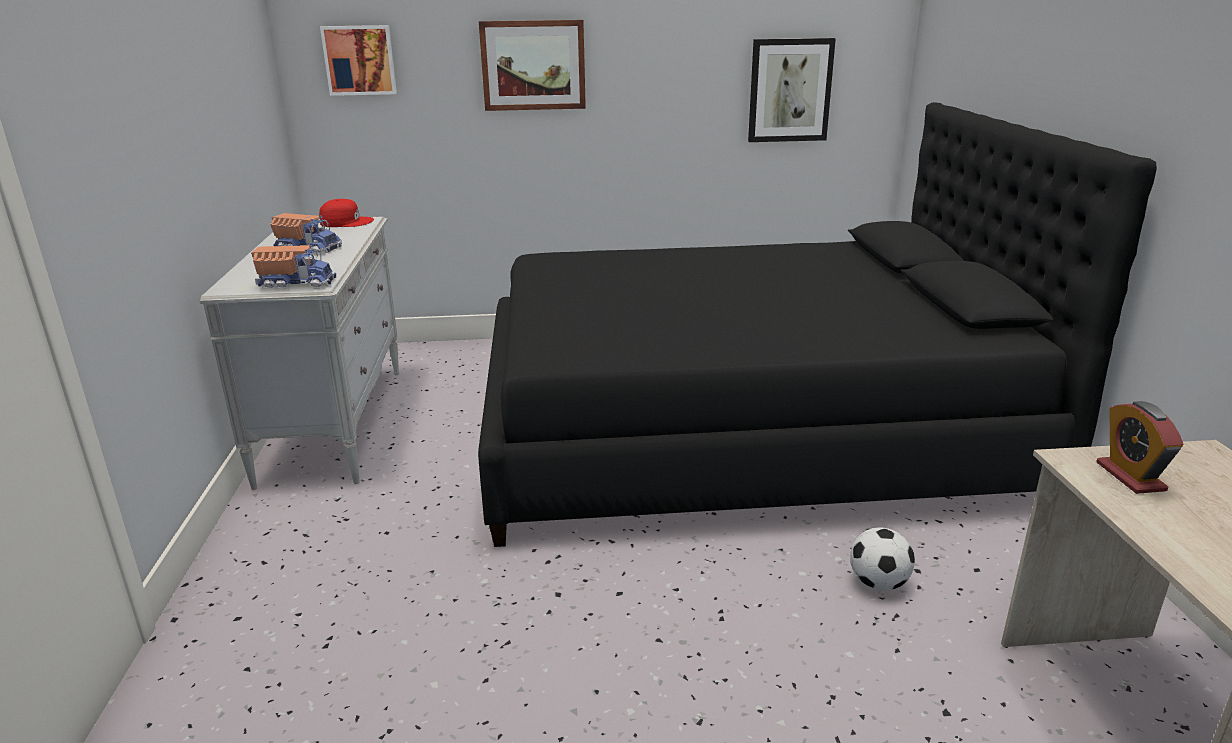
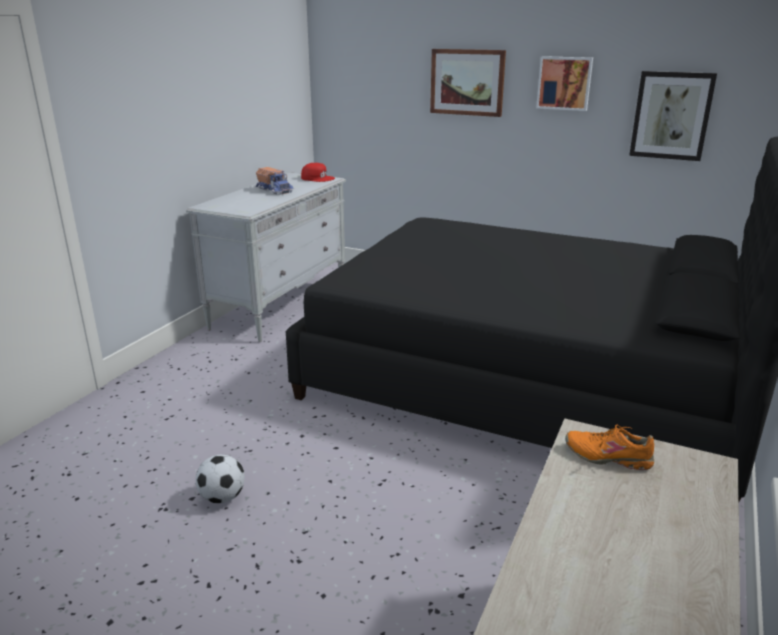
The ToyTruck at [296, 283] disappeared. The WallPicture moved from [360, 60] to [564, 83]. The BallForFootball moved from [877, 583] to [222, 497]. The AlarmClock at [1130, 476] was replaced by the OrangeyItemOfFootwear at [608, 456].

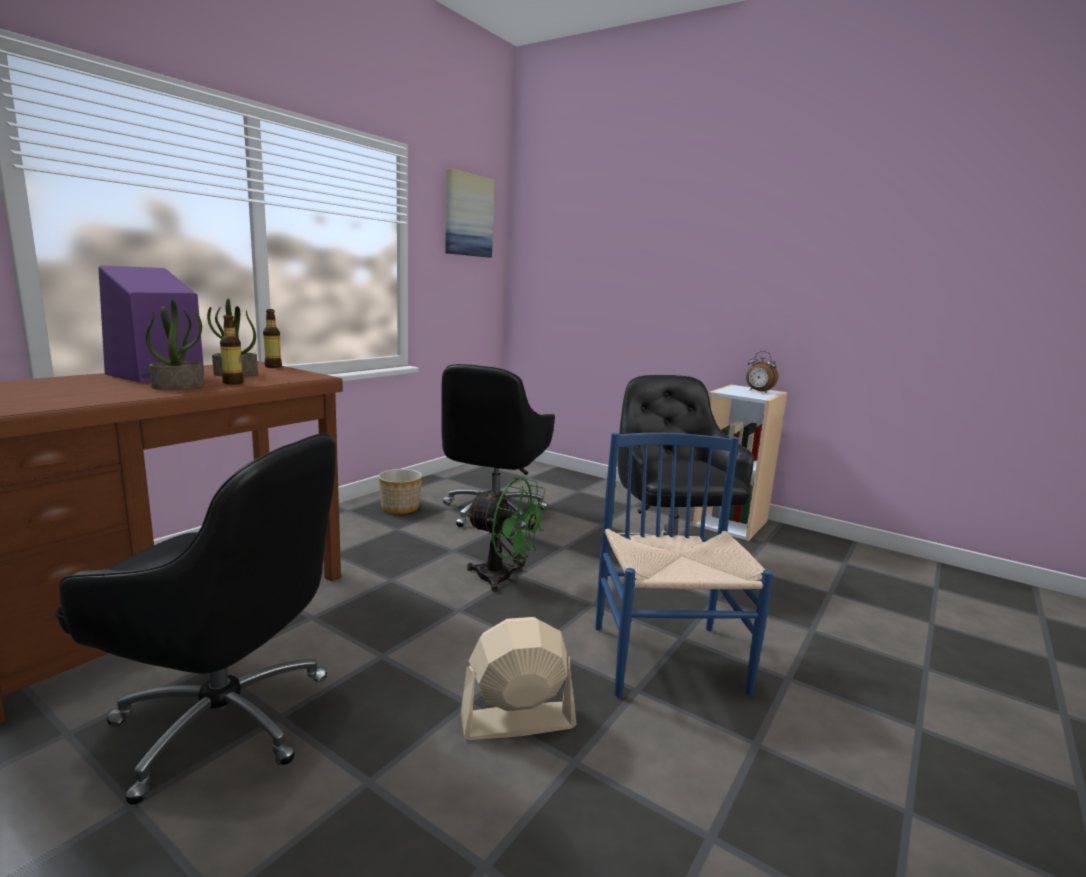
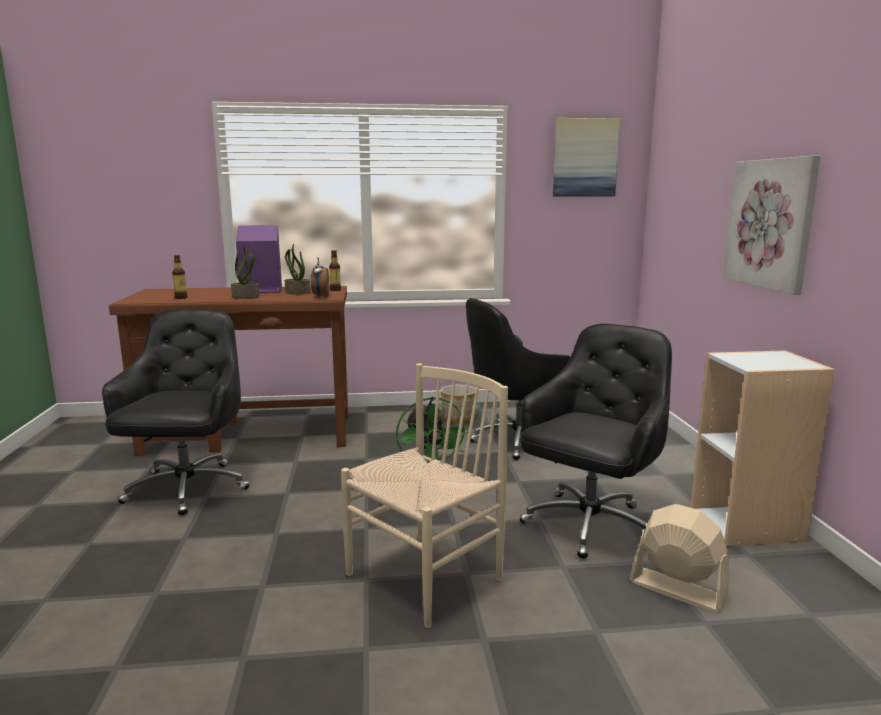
The BlackDeskChair at [222, 721] turned 150 degrees counterclockwise. The DrinkBottle moved from [233, 383] to [181, 298]. The BeigeFan moved from [517, 721] to [677, 589]. The BlueColouredPlainChair at [666, 655] became the BeigePlainChair at [429, 575]. The AlarmClock moved from [758, 391] to [320, 296]. The WallPicture at [770, 223] appeared.

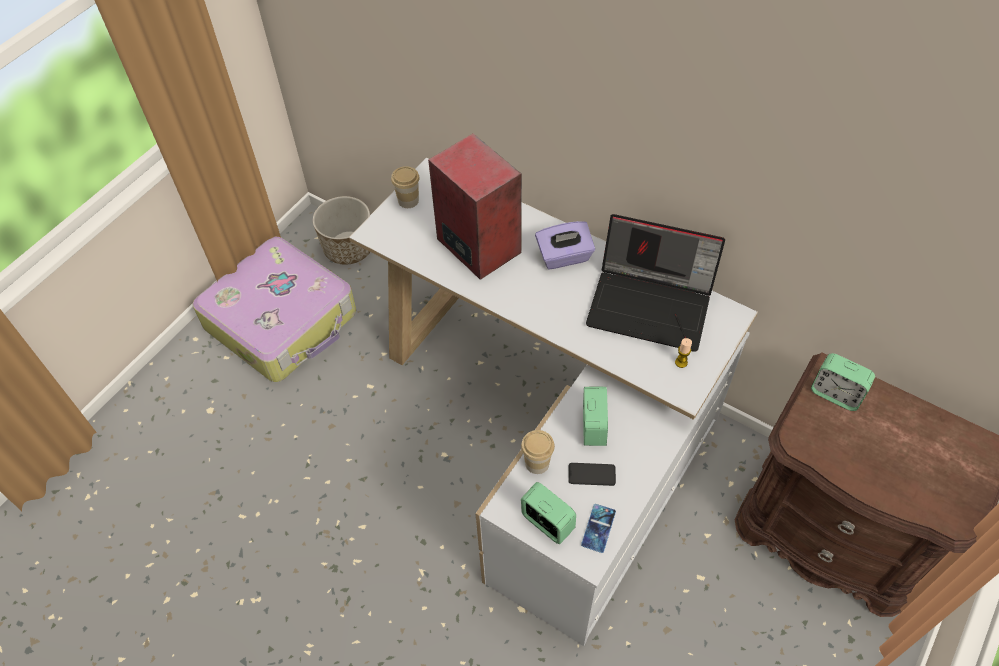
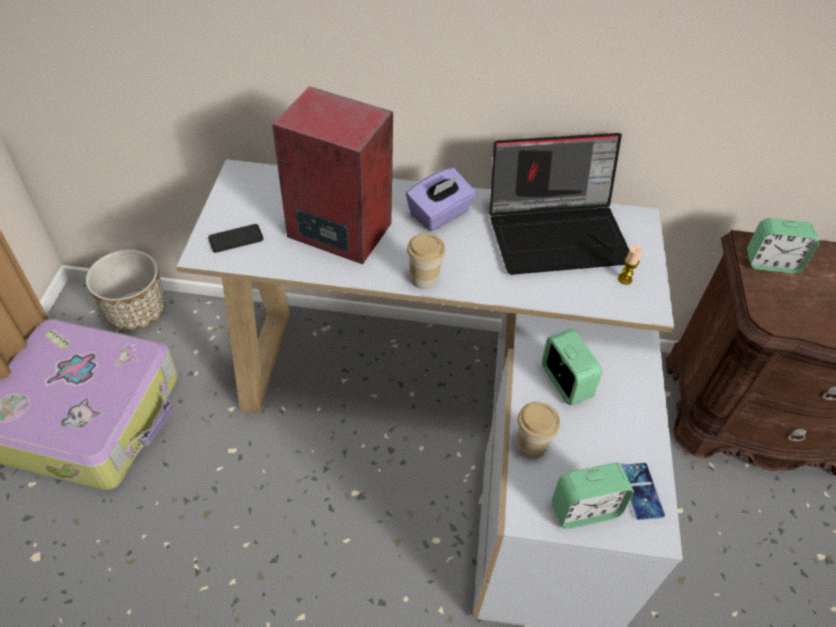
The Cup moved from [408, 200] to [424, 279]. The AlarmClock at [547, 523] turned 150 degrees clockwise. The Telephone moved from [591, 474] to [236, 239].

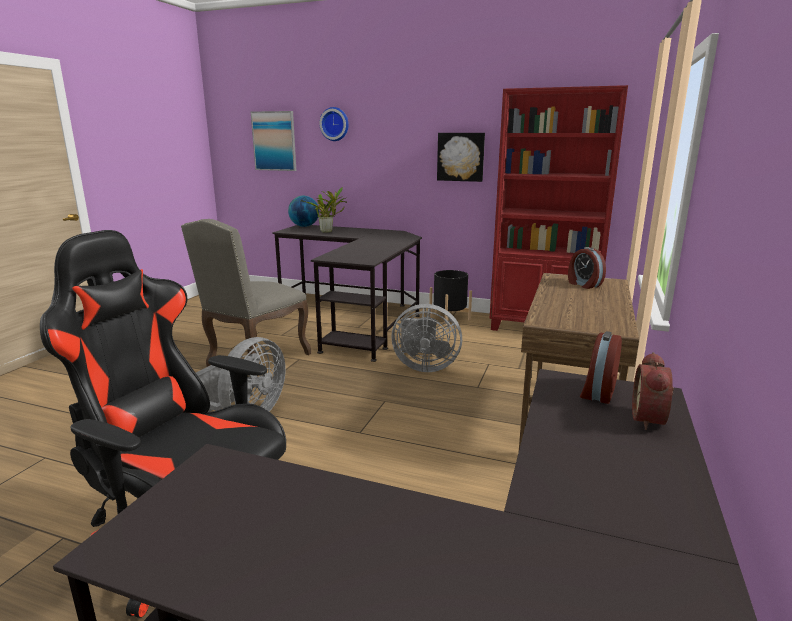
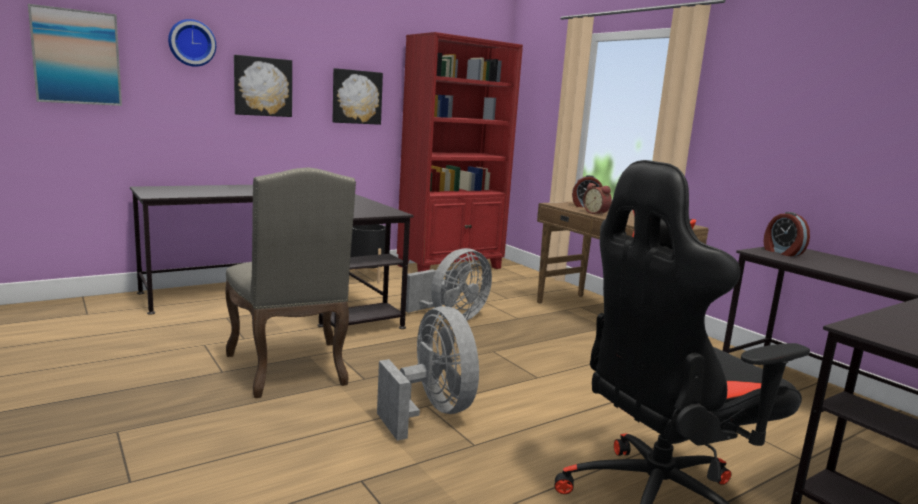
The WorldGlobe at [304, 226] disappeared. The PlantInAPot at [328, 231] disappeared. The AlarmClock moved from [651, 419] to [596, 213]. The WallPicture at [262, 86] appeared.

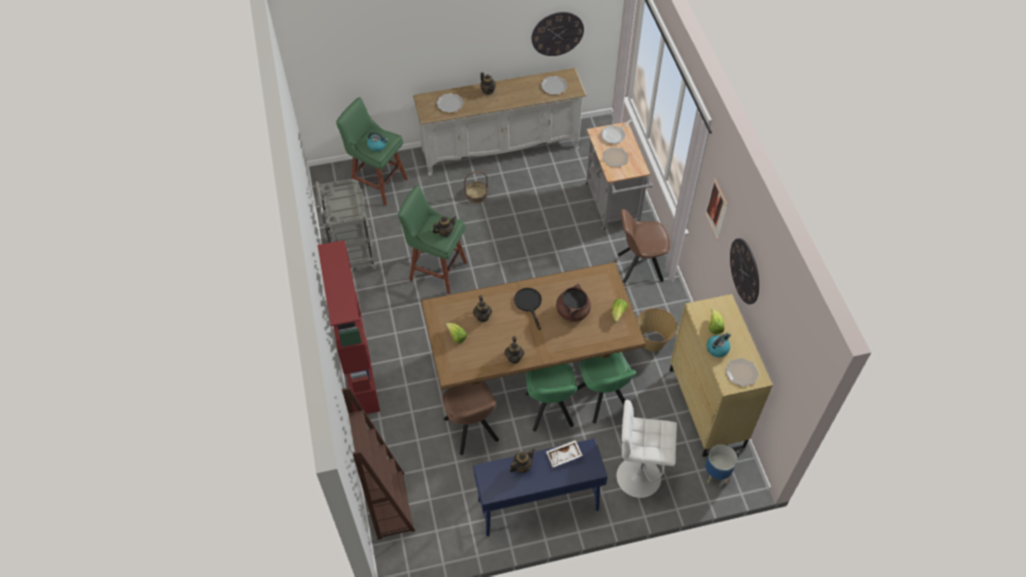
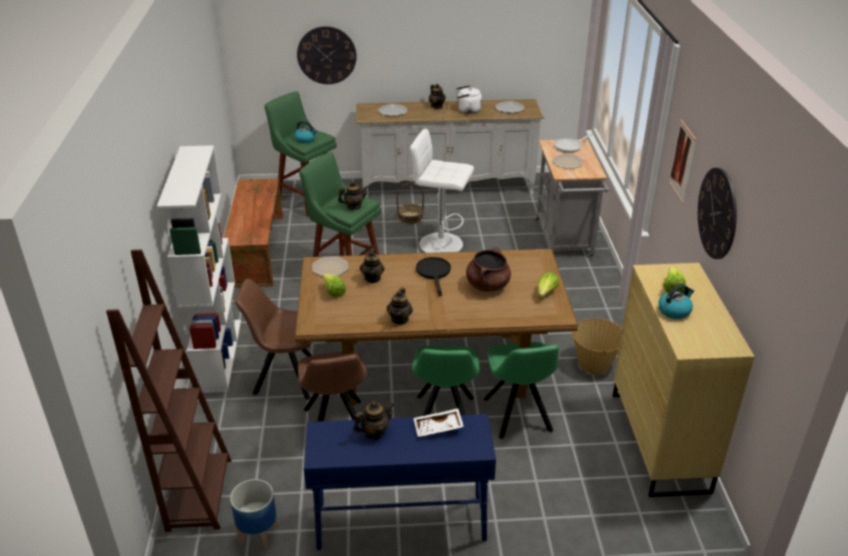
The GreyishCart at [352, 253] was replaced by the BrownishBench at [256, 249]. The RedColouredShelvingUnit at [360, 375] became the WhiteShelvingUnit at [218, 355]. The WallClock moved from [557, 33] to [326, 55]. The WhiteSittingStool moved from [638, 476] to [440, 244]. The BrownishPlainChair moved from [639, 267] to [286, 379]. The PlantPot moved from [716, 474] to [257, 534]. The DinnerPlate moved from [741, 372] to [330, 267]. The WhiteTeaKettle at [467, 110] appeared.

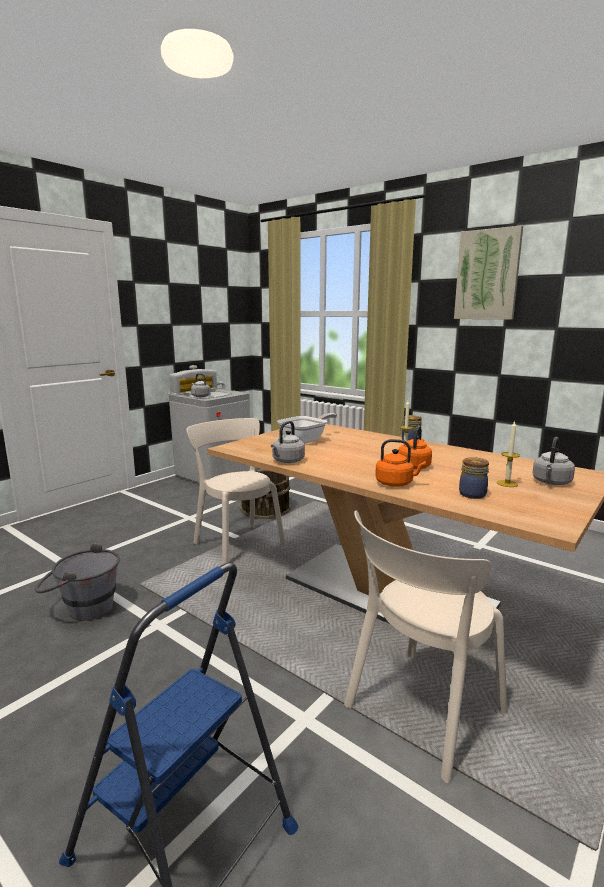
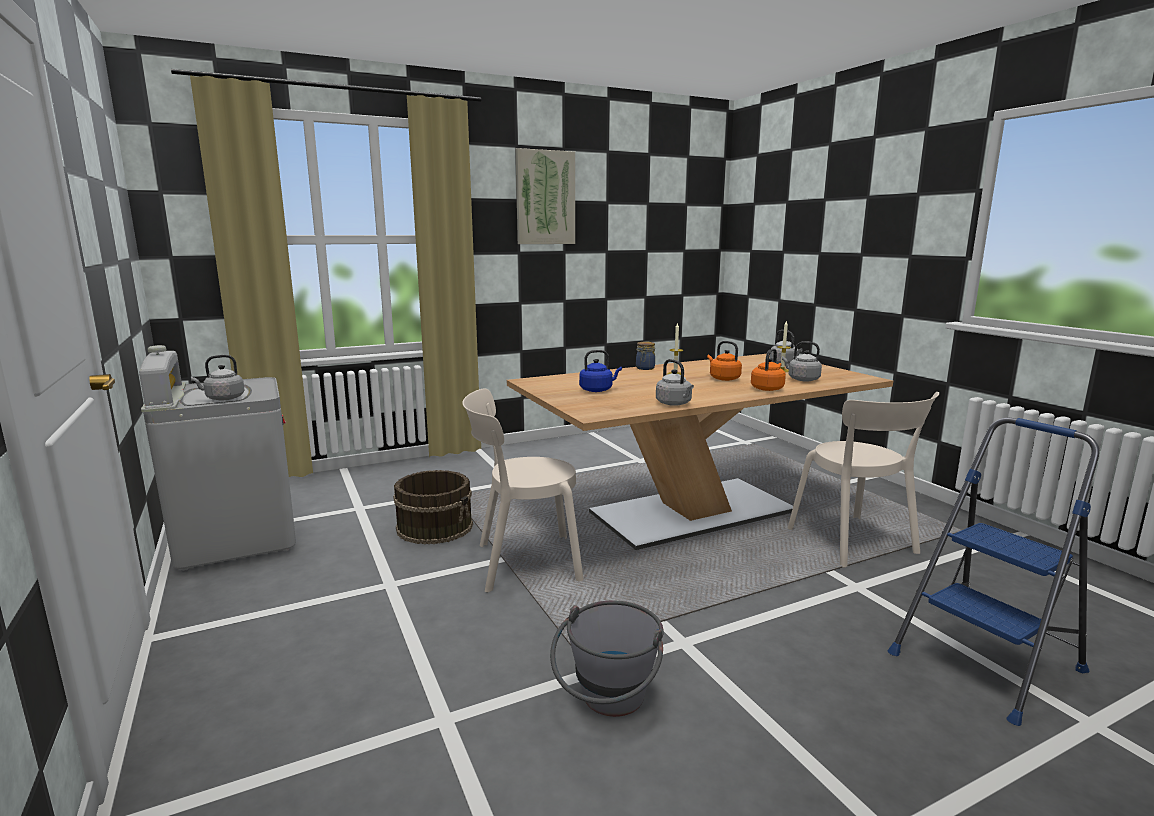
The Skillet at [306, 440] was replaced by the BlueColouredTeaKettle at [598, 390]. The PreserveJar at [472, 494] was replaced by the GreyishTeaKettle at [801, 379].

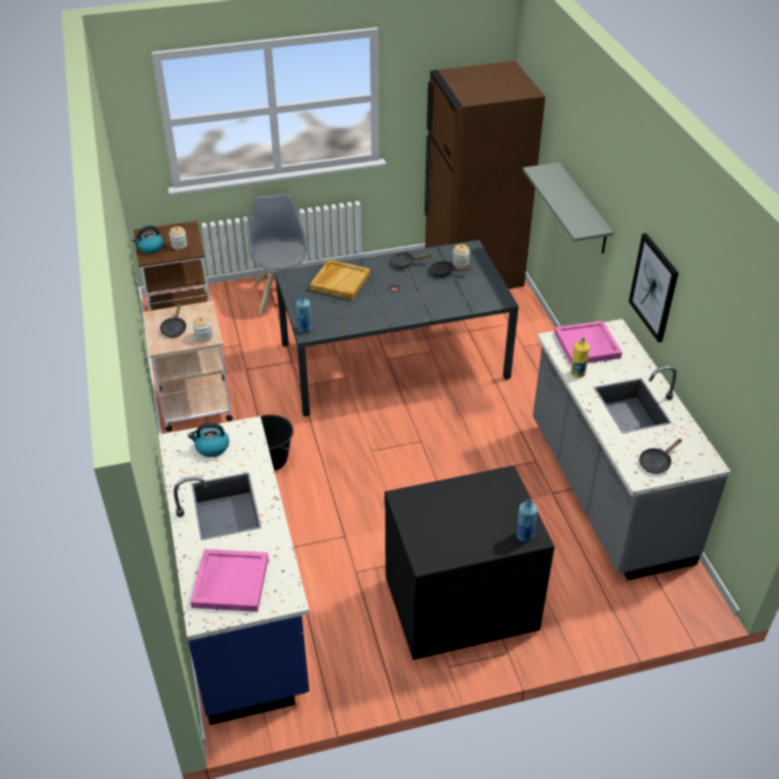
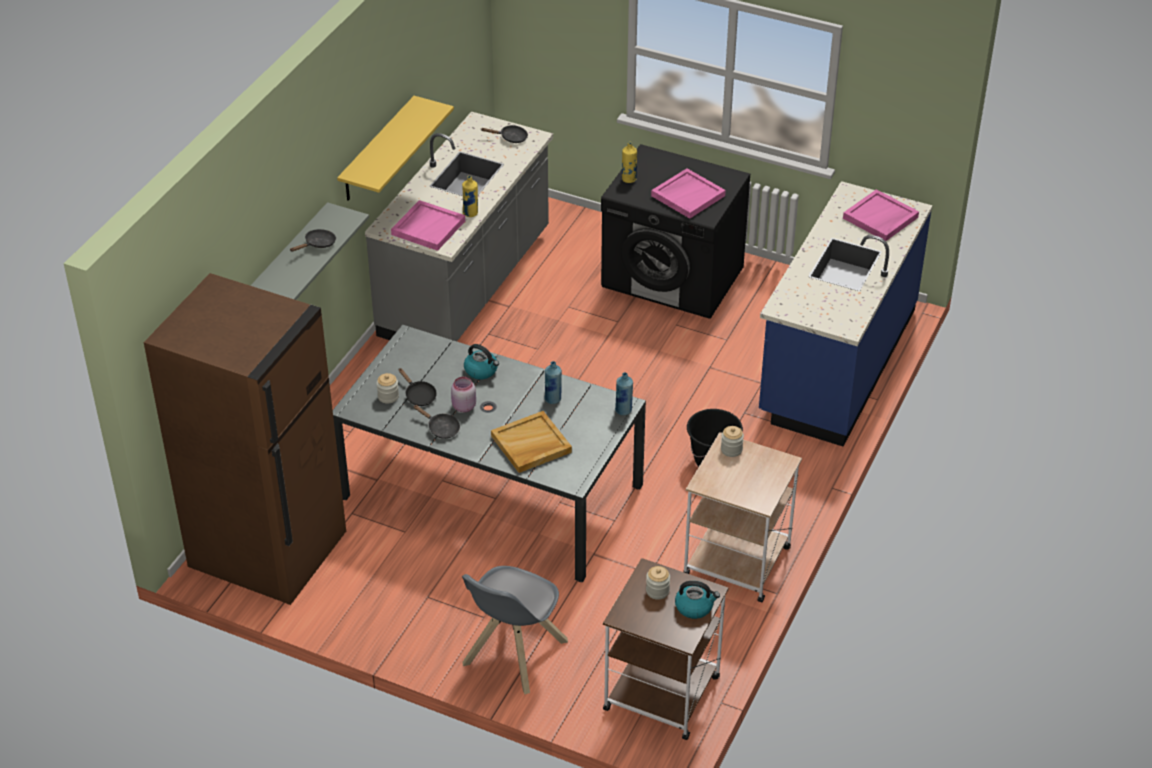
The BlackSkillet moved from [174, 329] to [318, 244]. The TeaKettle moved from [211, 447] to [481, 370]. The BlueColouredDrinkBottle moved from [524, 535] to [553, 399]. The WallPicture at [654, 287] was replaced by the YellowishBracketShelf at [377, 150]. The PinkColouredPreserveJar at [463, 406] appeared. The YellowishDrinkBottle at [629, 179] appeared. The PinkColouredTray at [688, 195] appeared.

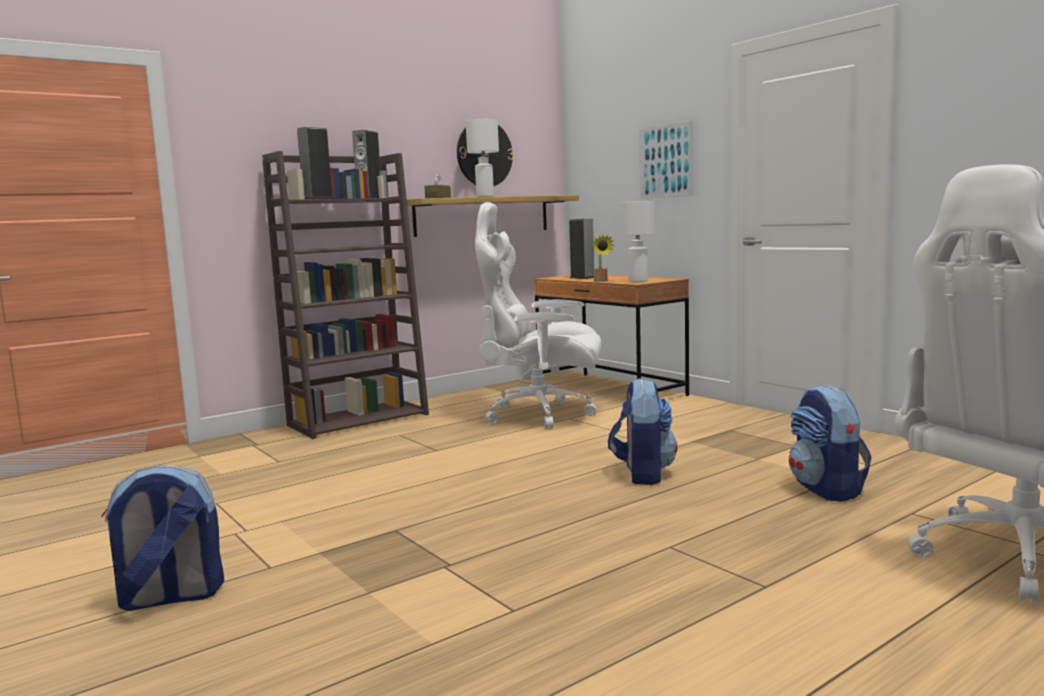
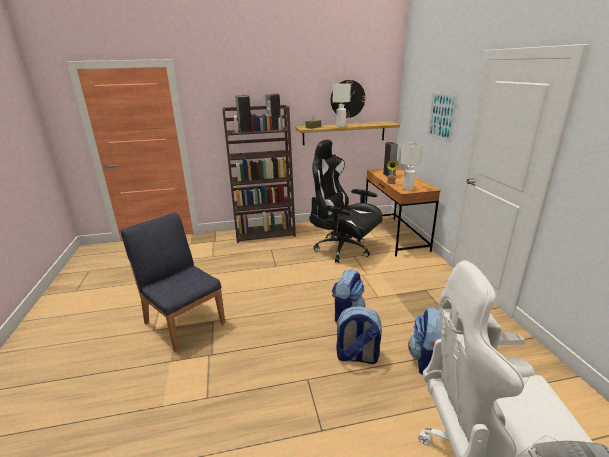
The Rucksack moved from [169, 597] to [356, 357]. The WhiteDeskChair at [546, 415] became the BlackDeskChair at [345, 250]. The BlueColouredPlainChair at [184, 322] appeared.

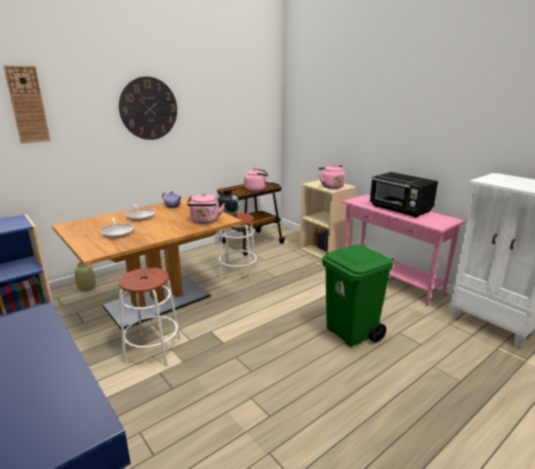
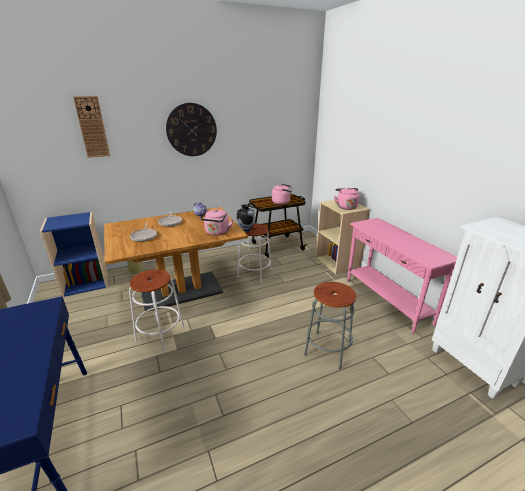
The GreenRubbishBin at [352, 333] was replaced by the GreyishSittingStool at [327, 349]. The BlackMicrowave at [400, 209] disappeared.

